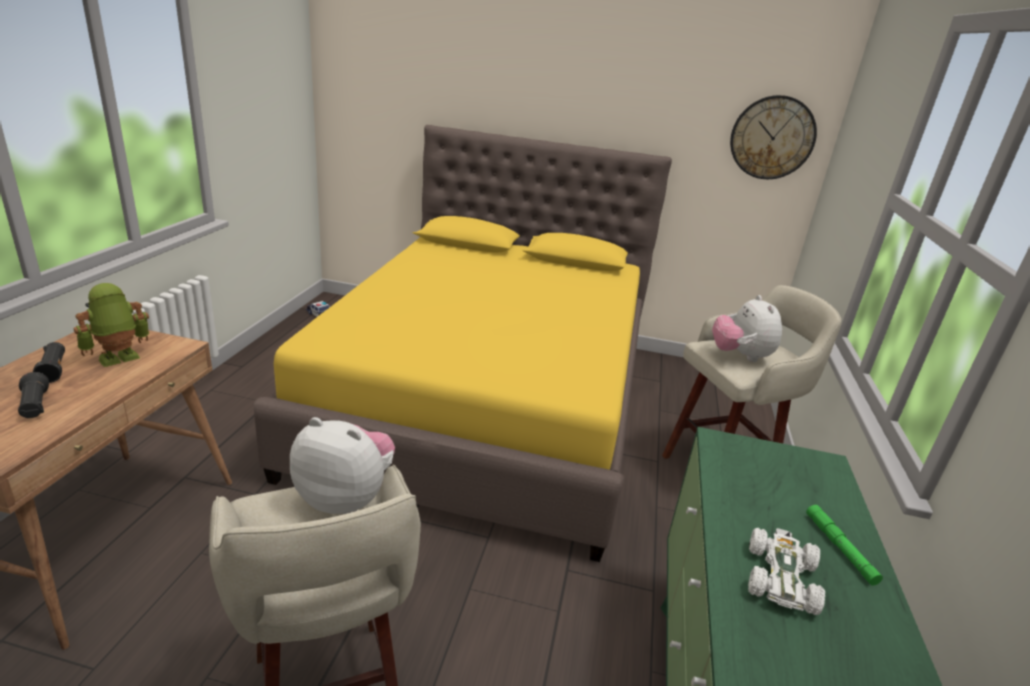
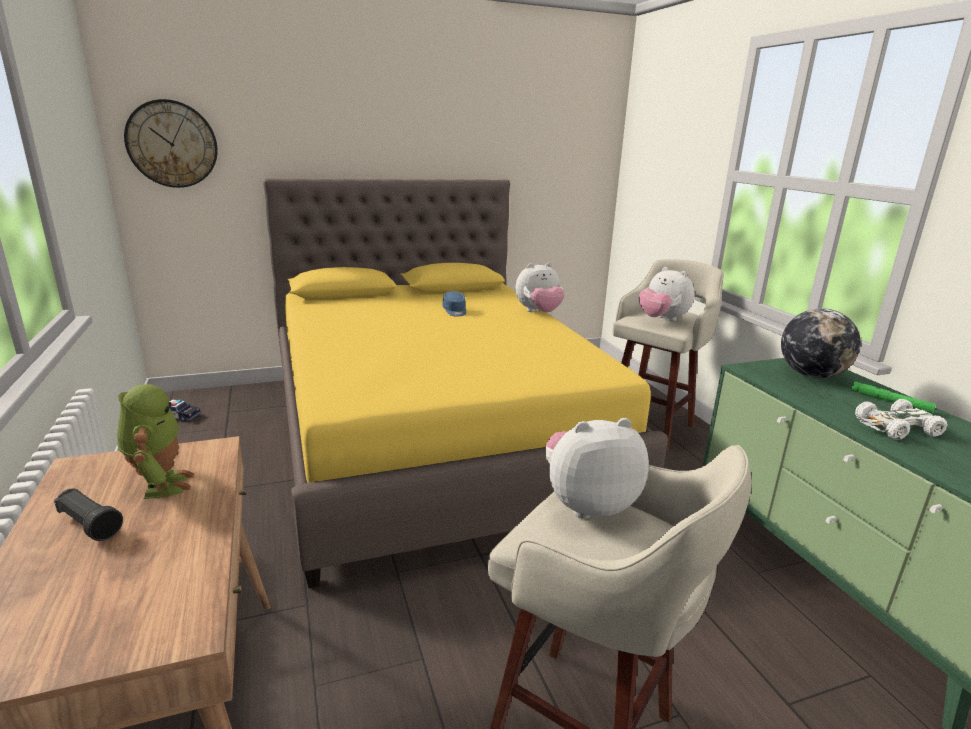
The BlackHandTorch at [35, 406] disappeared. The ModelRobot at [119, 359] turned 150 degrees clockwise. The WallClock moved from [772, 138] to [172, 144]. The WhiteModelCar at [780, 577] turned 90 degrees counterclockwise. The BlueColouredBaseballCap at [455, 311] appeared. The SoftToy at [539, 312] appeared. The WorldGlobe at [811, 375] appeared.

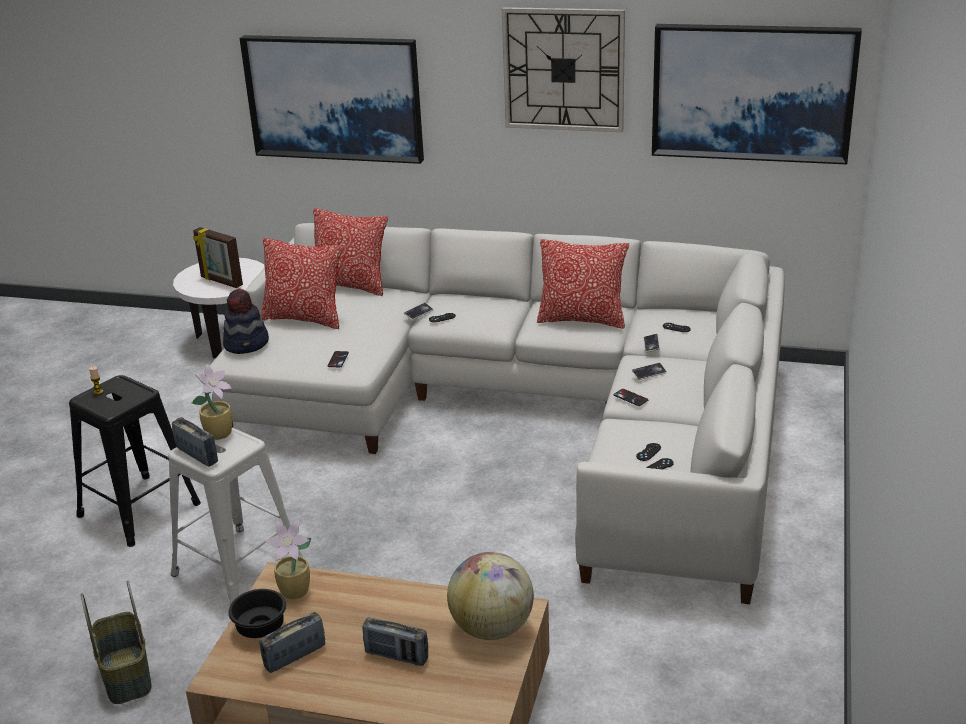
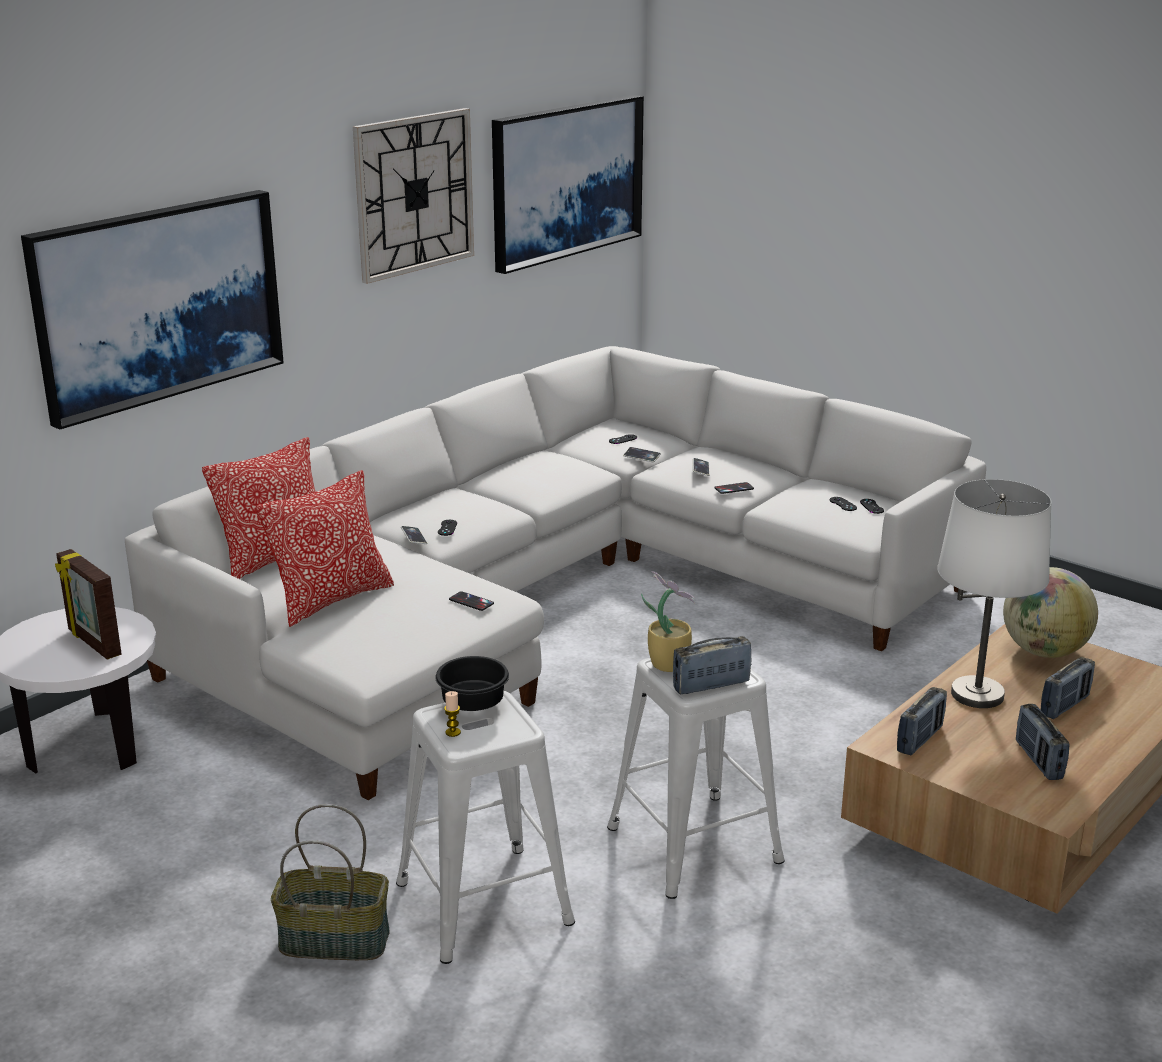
The BlackSittingStool at [138, 510] became the WhiteSittingStool at [483, 903]. The HouseholdBasket moved from [127, 675] to [335, 939]. The StandingFrame at [221, 281] turned 75 degrees clockwise. The ClothingHat at [247, 344] disappeared. The BlackBowl moved from [262, 627] to [472, 703]. The PlantInAPot at [296, 592] was replaced by the RadioReceiver at [920, 739]. The Pillow at [582, 320] disappeared. The WhiteLampForATable at [977, 694] appeared.

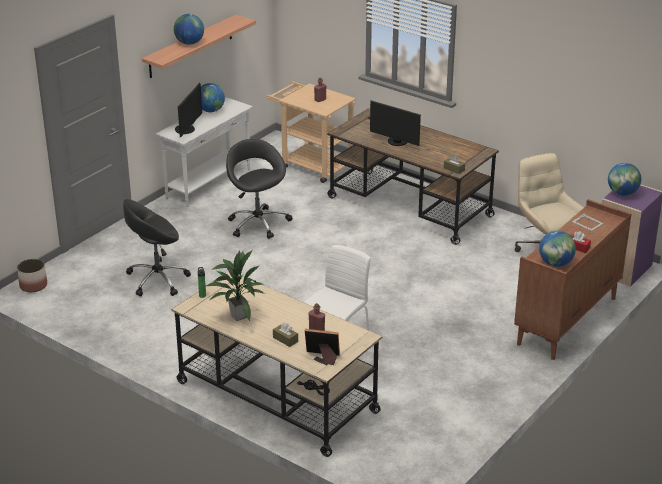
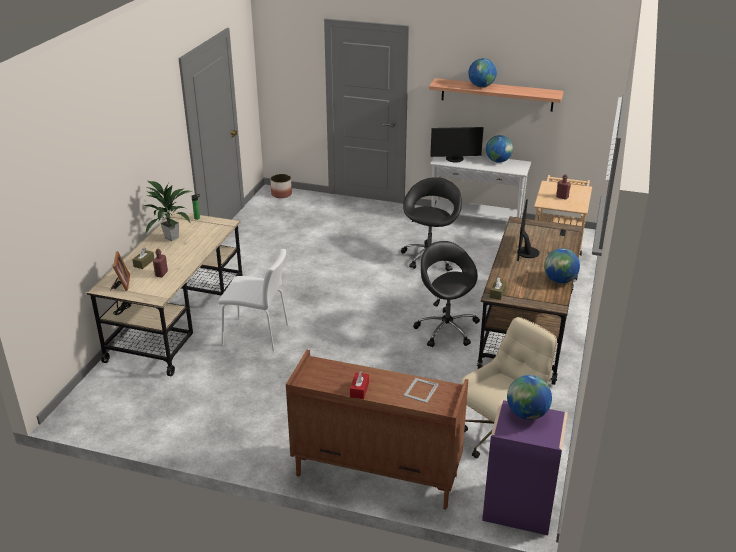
The BlackDeskChair moved from [156, 280] to [445, 329]. The WorldGlobe moved from [555, 264] to [559, 280].

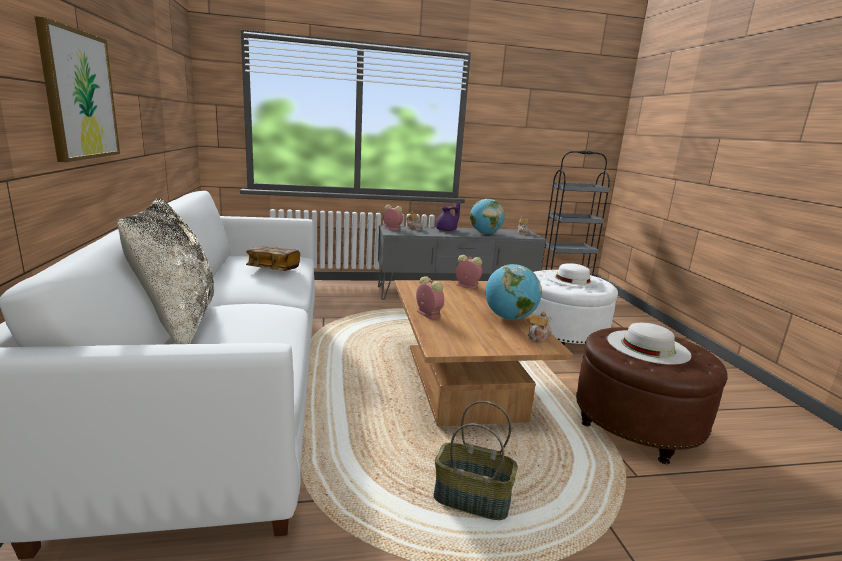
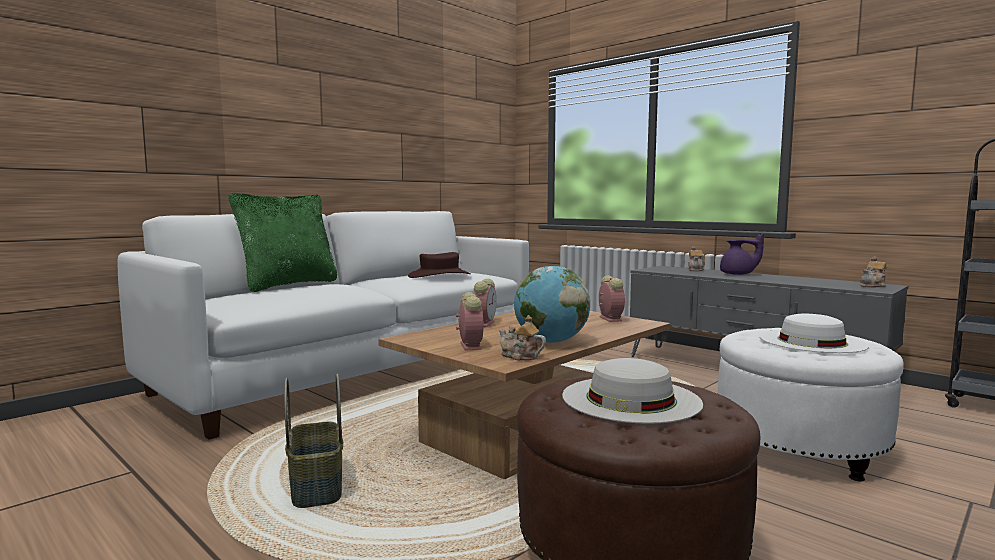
The WallPicture at [79, 95] disappeared. The BeigePillow at [179, 324] became the GreenPillow at [290, 286]. The Volume at [274, 269] was replaced by the BrownishClothingHat at [439, 275]. The AlarmClock moved from [391, 228] to [470, 345]. The WorldGlobe at [485, 233] disappeared. The PotForTea at [538, 337] turned 150 degrees counterclockwise.

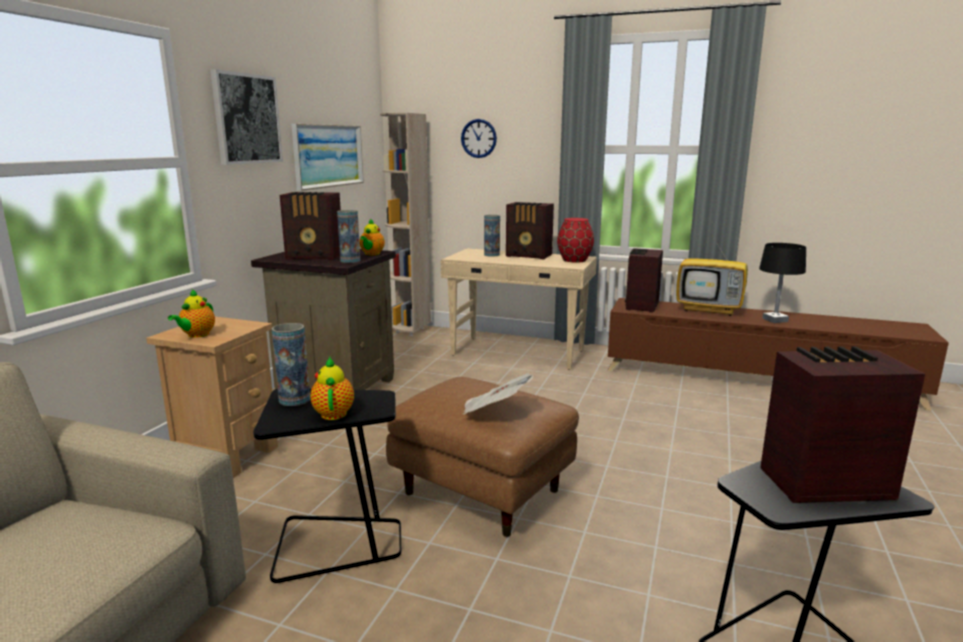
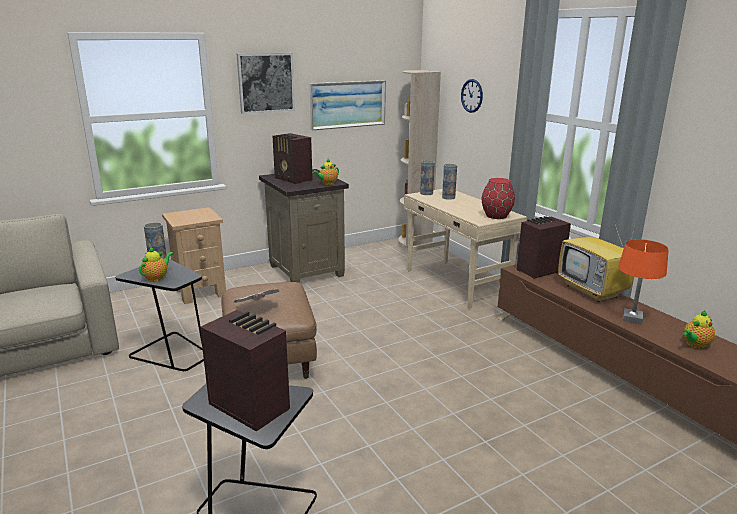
The PotForTea moved from [196, 335] to [695, 345]. The FlowerVase moved from [350, 261] to [426, 193]. The RadioReceiver at [529, 256] disappeared. The BlackLampForATable at [774, 320] became the OrangeyLampForATable at [632, 319].

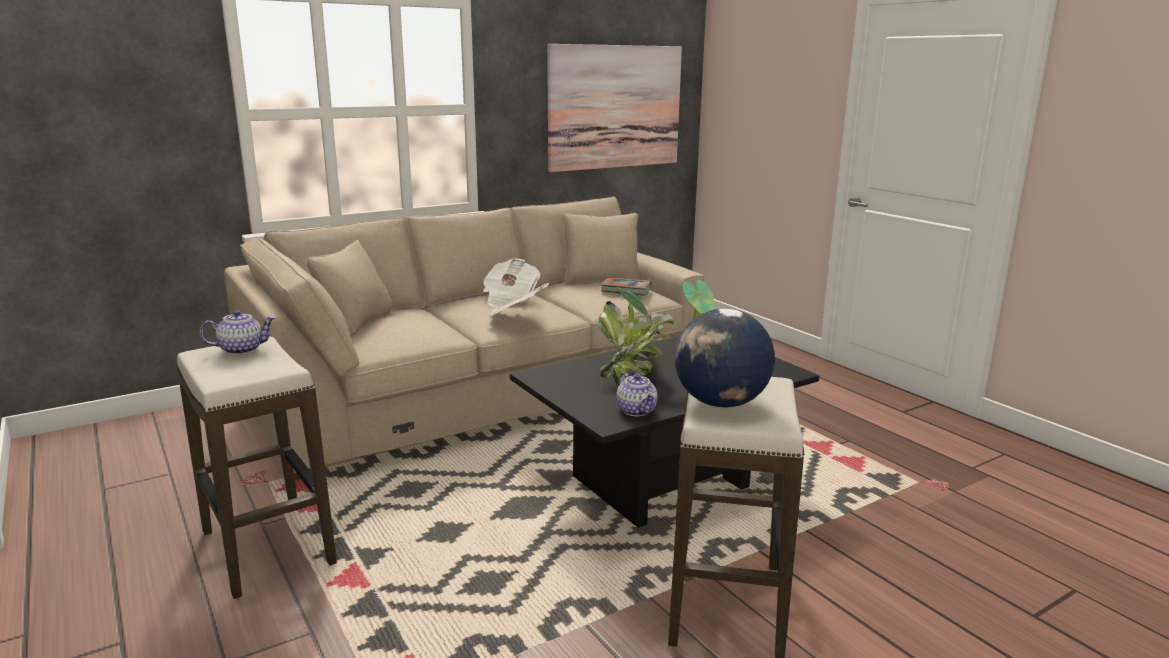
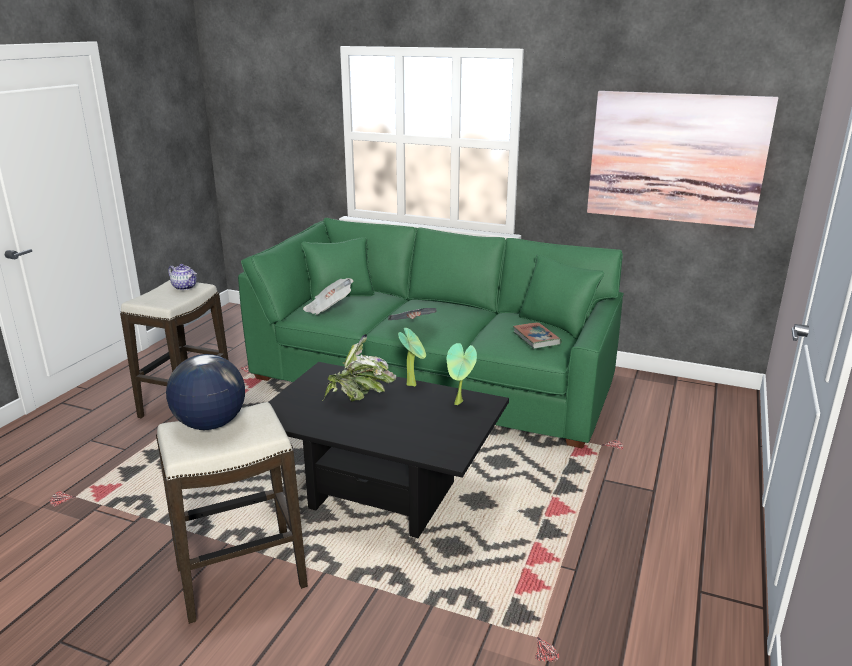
The BeigeSofa at [482, 395] became the GreenSofa at [430, 380]. The Newspaper moved from [509, 299] to [328, 309]. The PotForTea at [637, 411] disappeared.

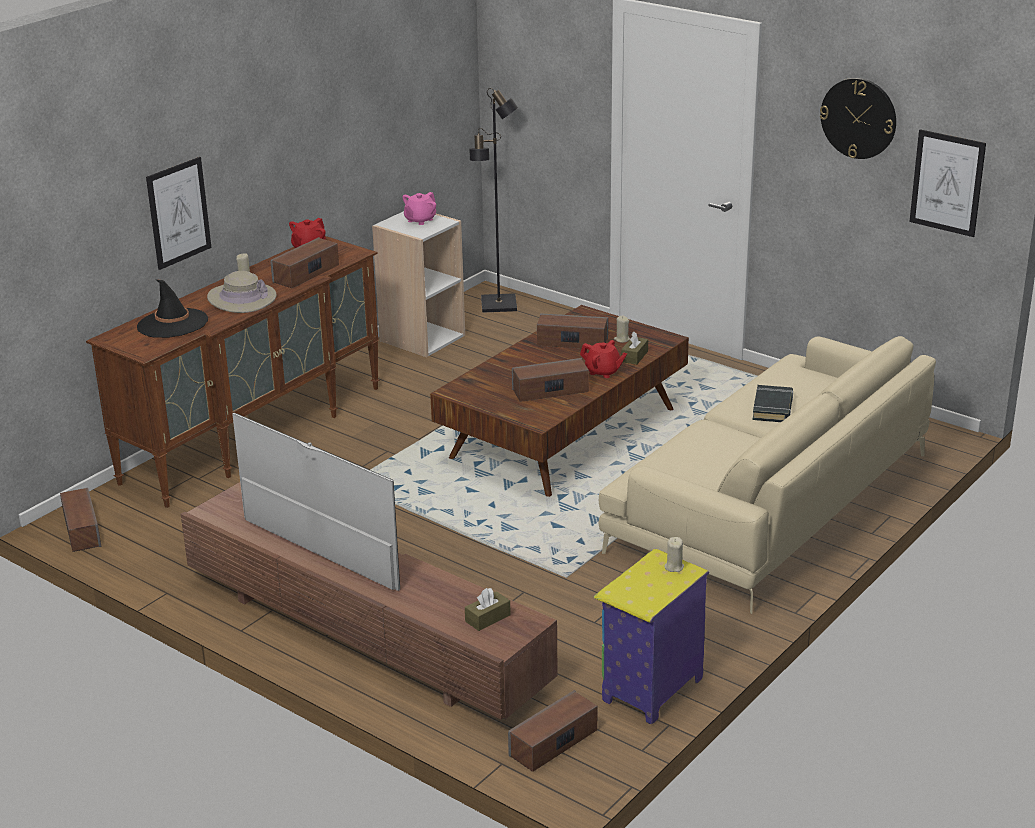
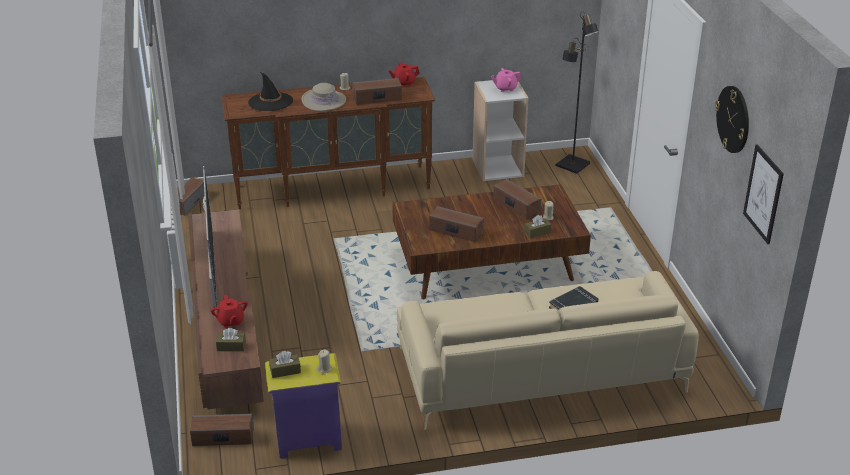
The WallPicture at [178, 213] disappeared. The RedColouredPotForTea moved from [603, 372] to [230, 321]. The BrownishTissueBox at [285, 371] appeared.

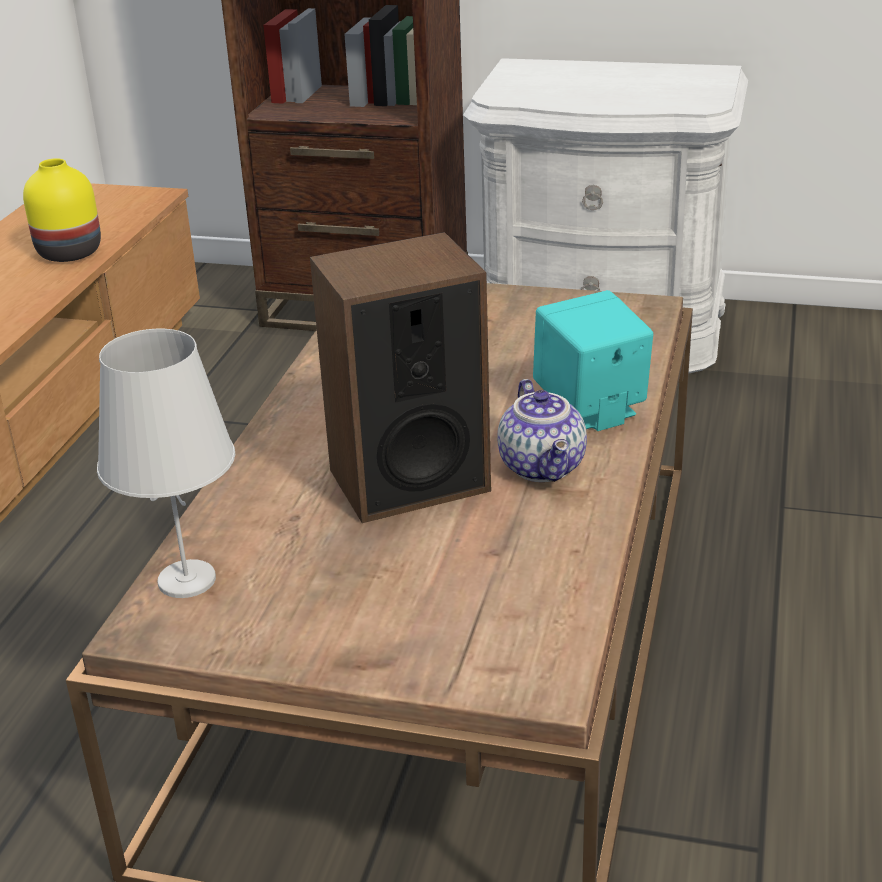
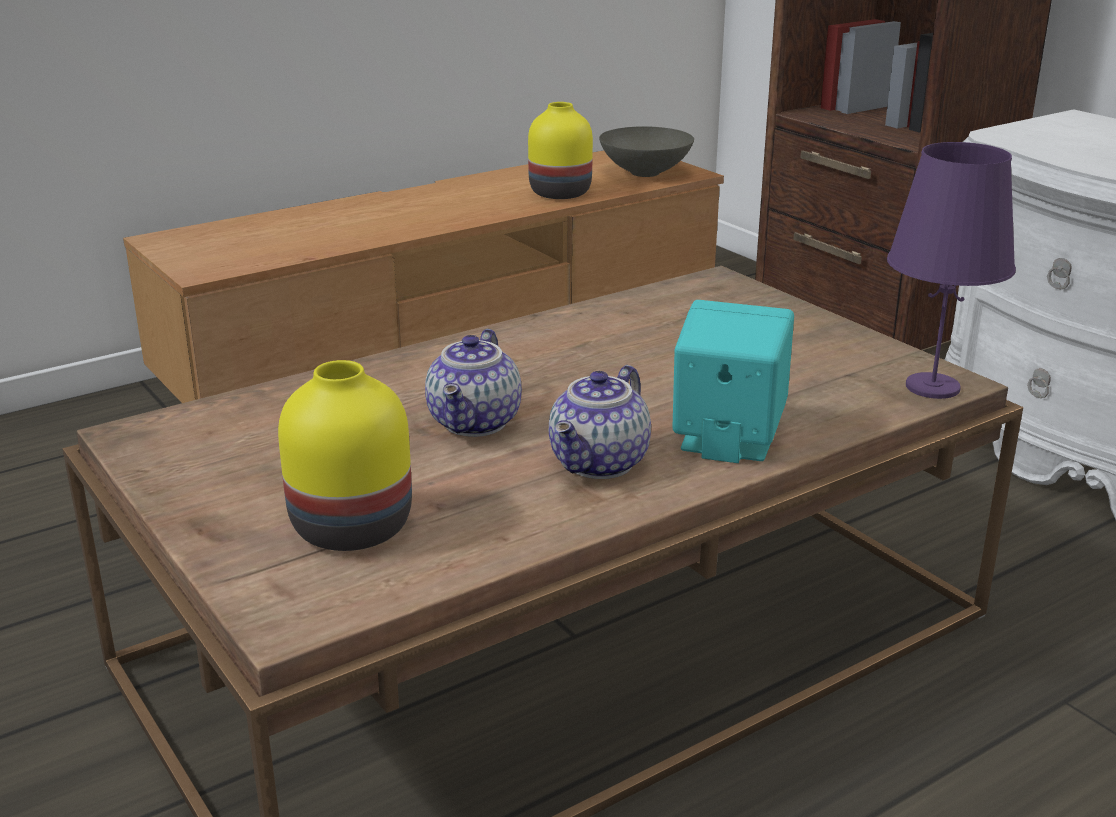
The WhiteLampForATable at [186, 580] disappeared. The AudioSpeaker at [408, 480] was replaced by the PotForTea at [476, 423]. The YellowishFlowerVase at [355, 526] appeared. The GreyishBowl at [646, 173] appeared. The PurplishLampForATable at [932, 386] appeared.

